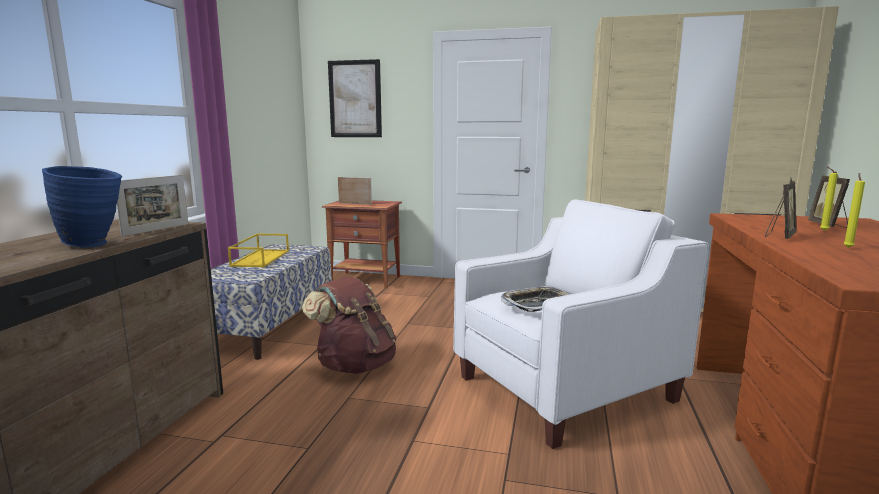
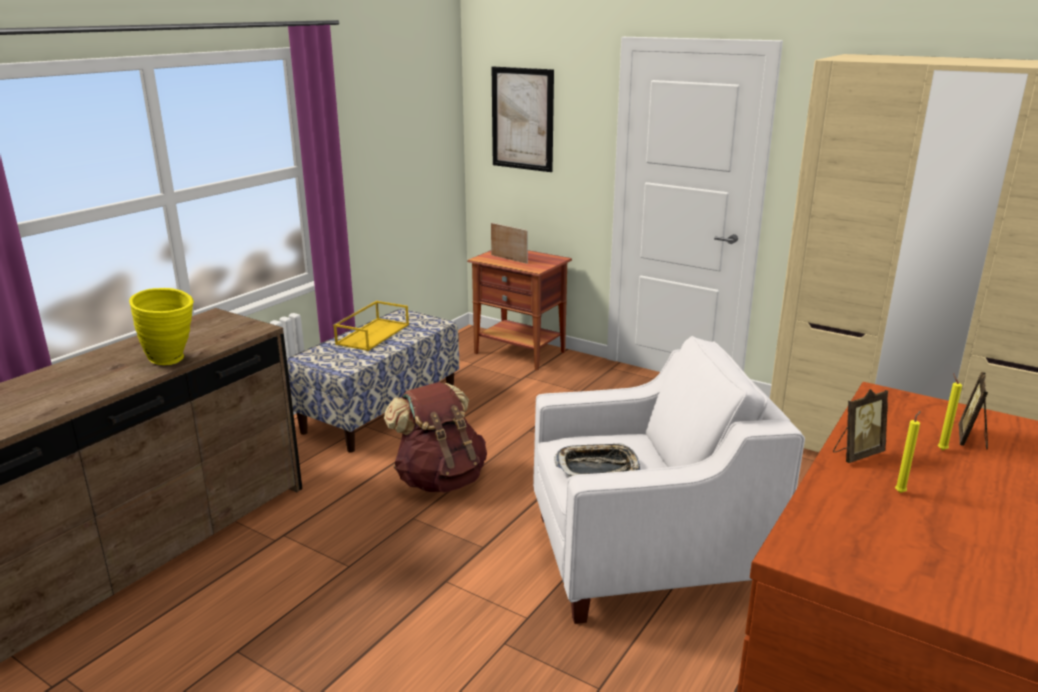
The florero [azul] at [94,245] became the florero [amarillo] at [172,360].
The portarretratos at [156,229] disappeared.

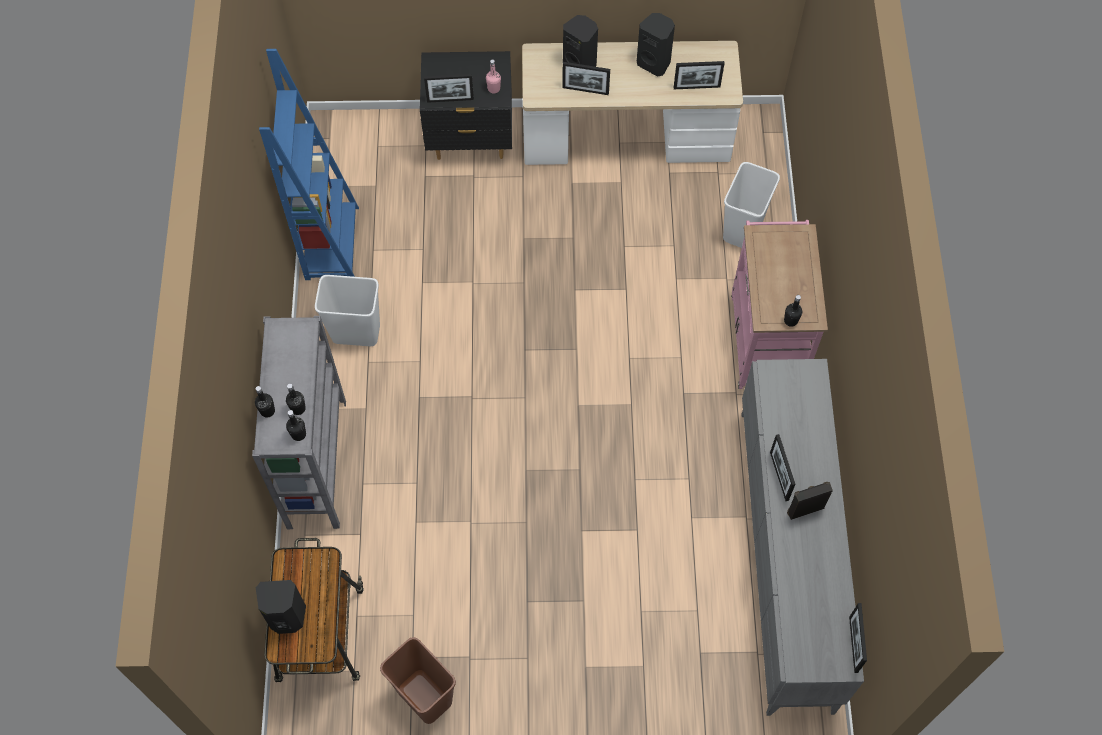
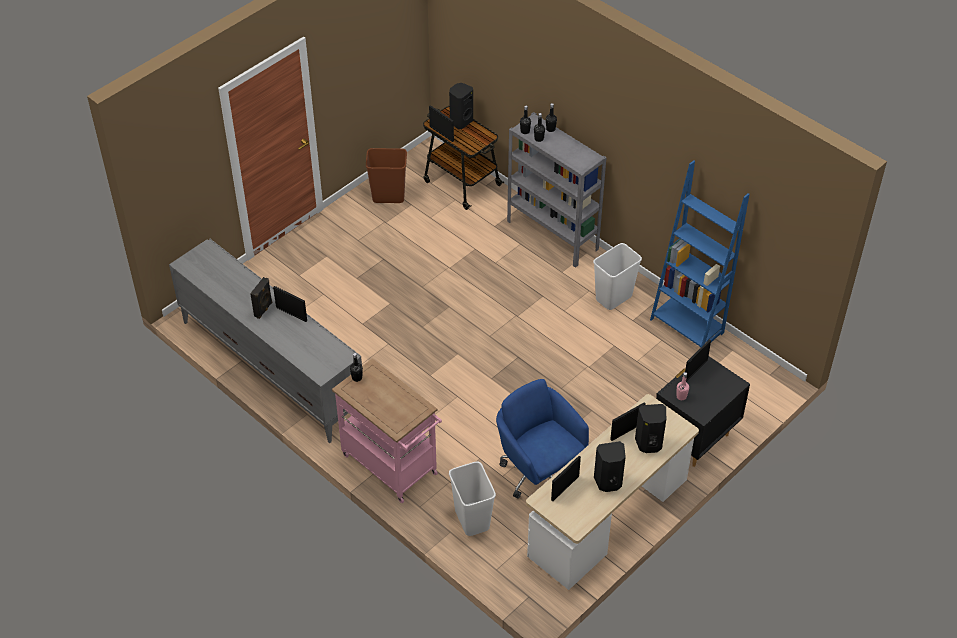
The portarretratos moved from [853,644] to [441,133].
The silla de oficina [azul] at [539,475] appeared.

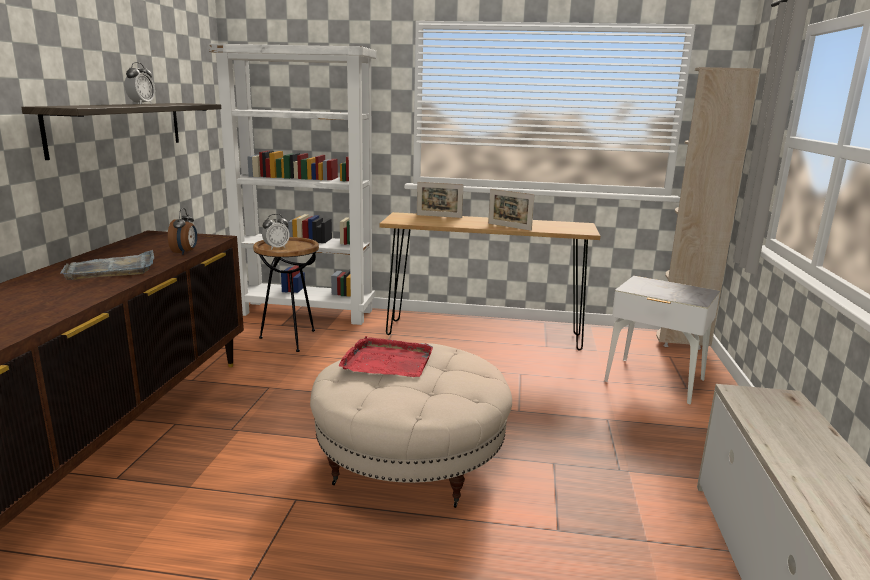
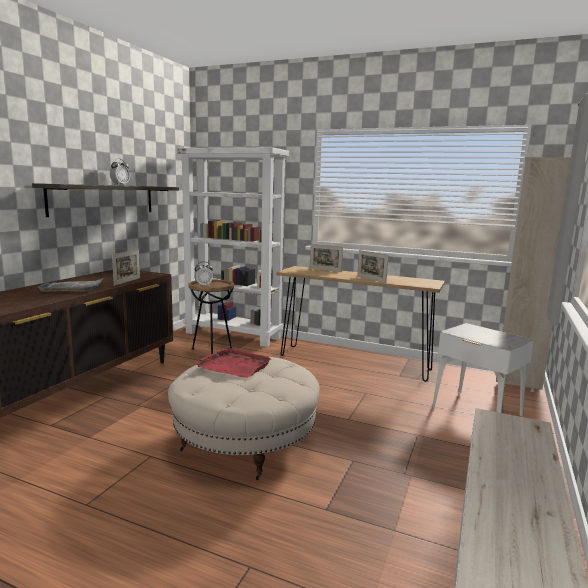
The despertador at [185,252] was replaced by the portarretratos at [127,281].

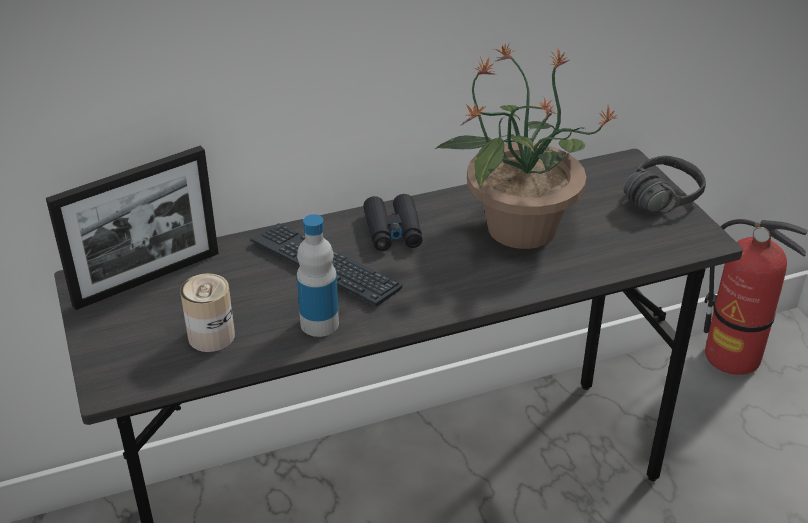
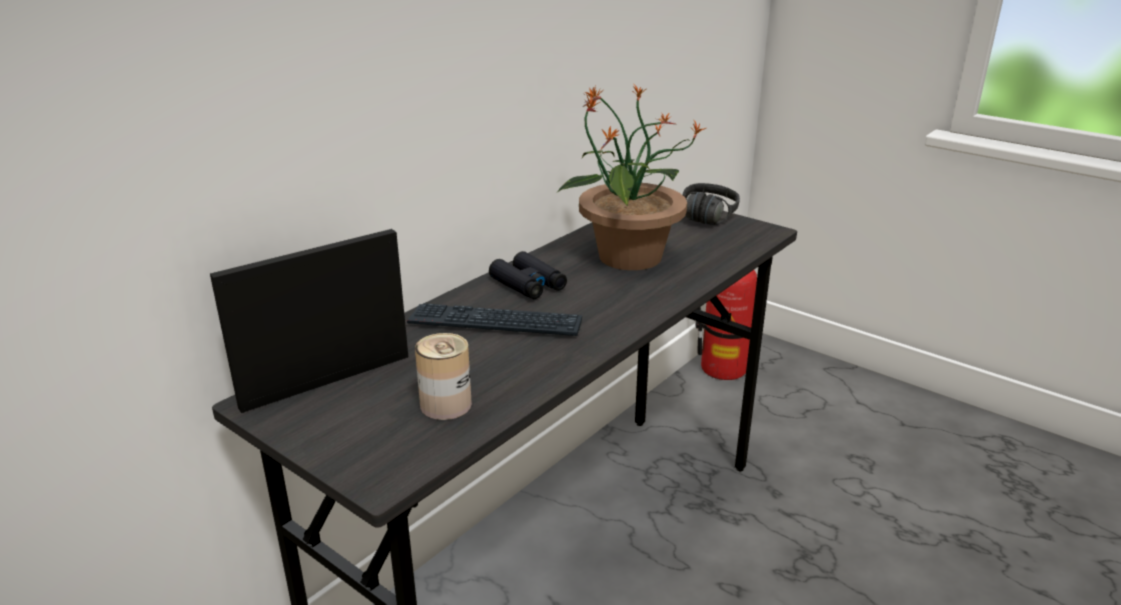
The portarretratos at [147,278] turned 150 degrees counterclockwise.
The botella at [319,323] disappeared.

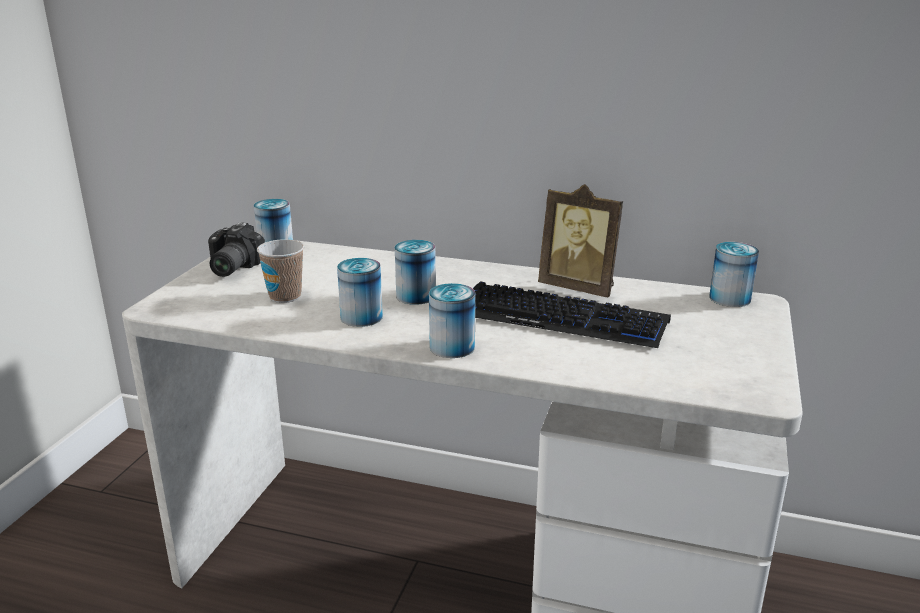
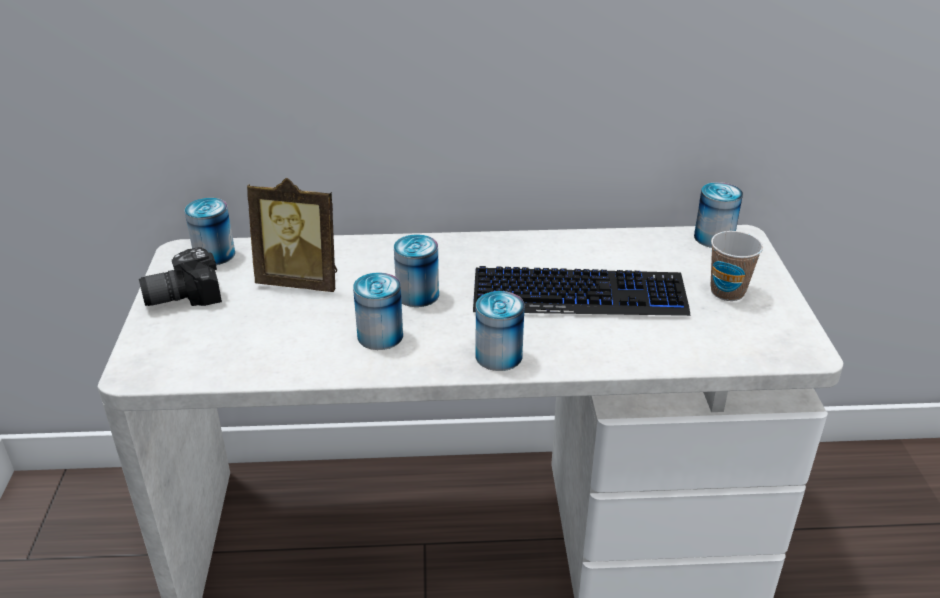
The cámara at [230,268] turned 75 degrees clockwise.
The taza moved from [285,296] to [727,292].
The portarretratos moved from [579,288] to [301,281].

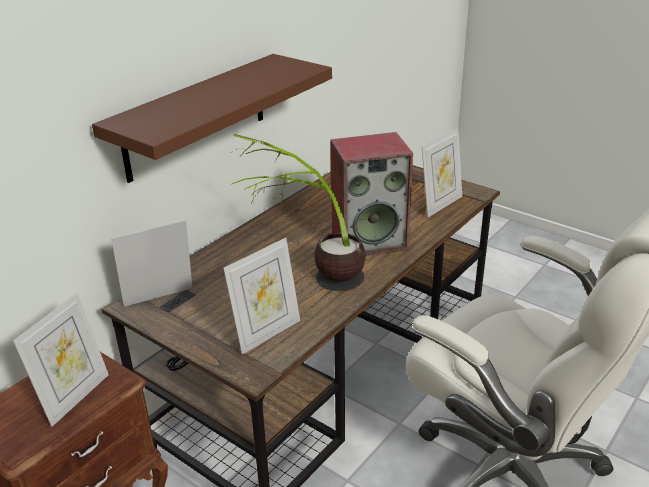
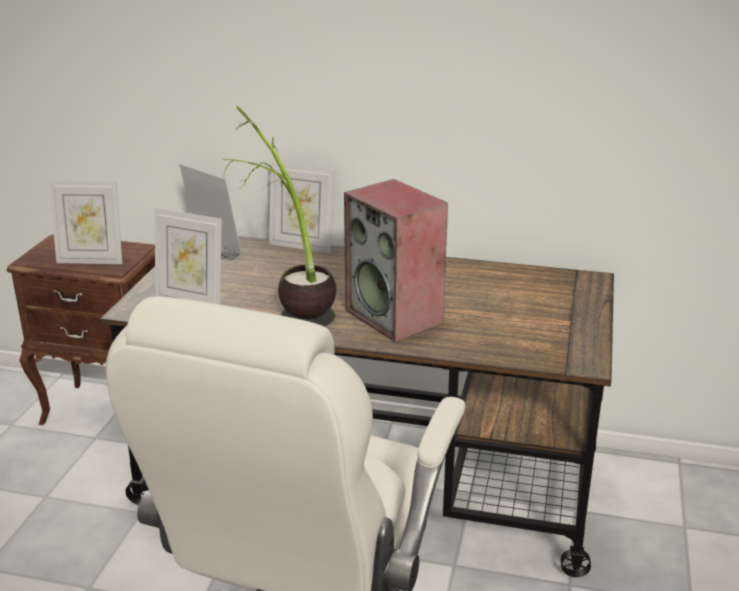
The estante [marrón] at [196,117] disappeared.
The portarretratos moved from [440,204] to [302,246].

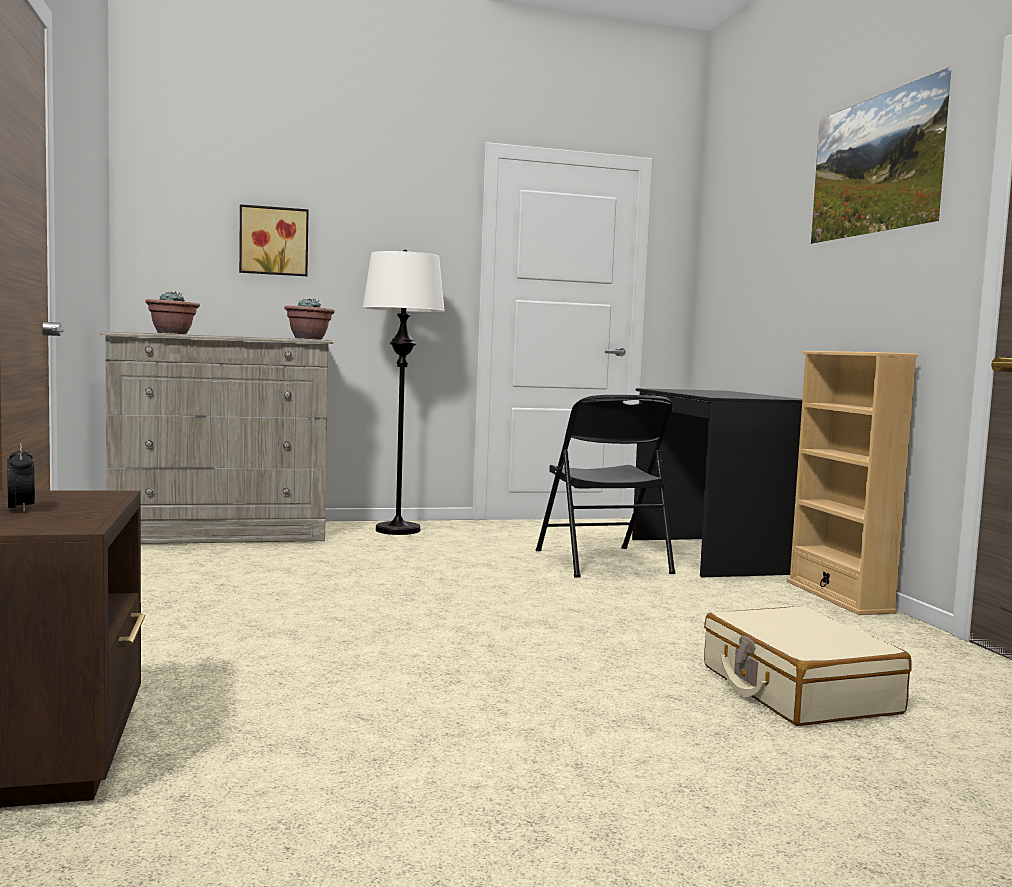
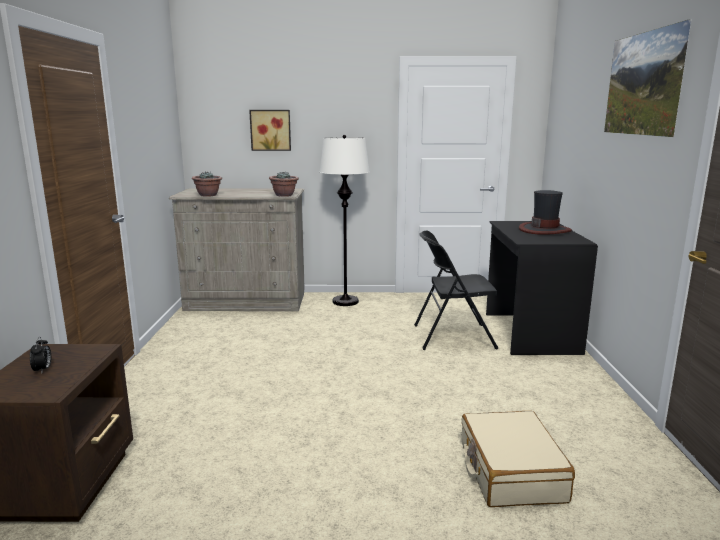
The silla [negro] at [601,562] turned 90 degrees clockwise.
The estantería [beis] at [838,596] disappeared.
The sombrero at [544,230] appeared.

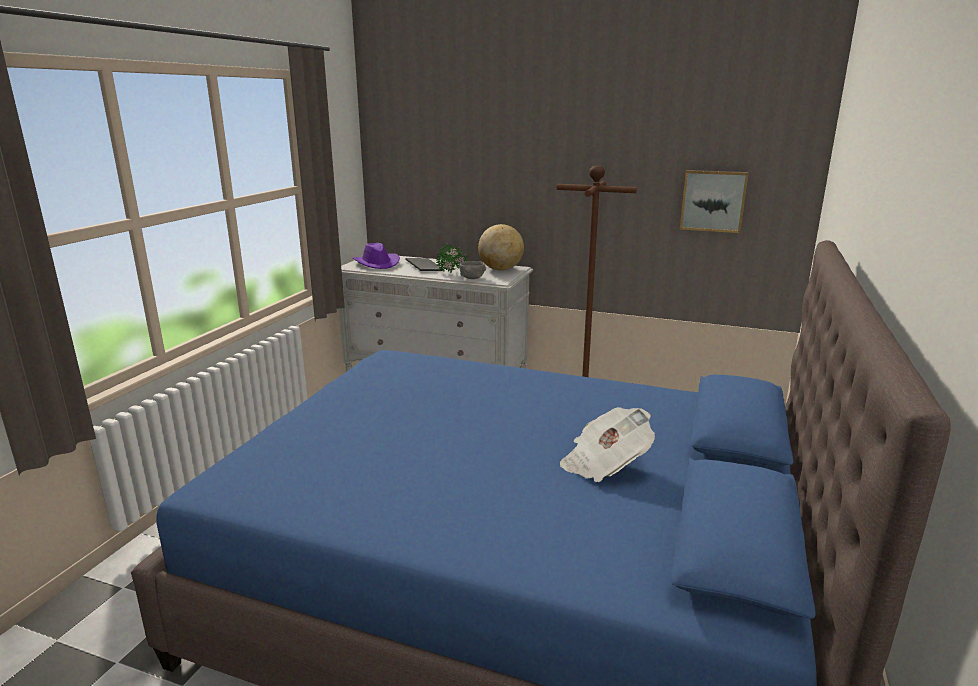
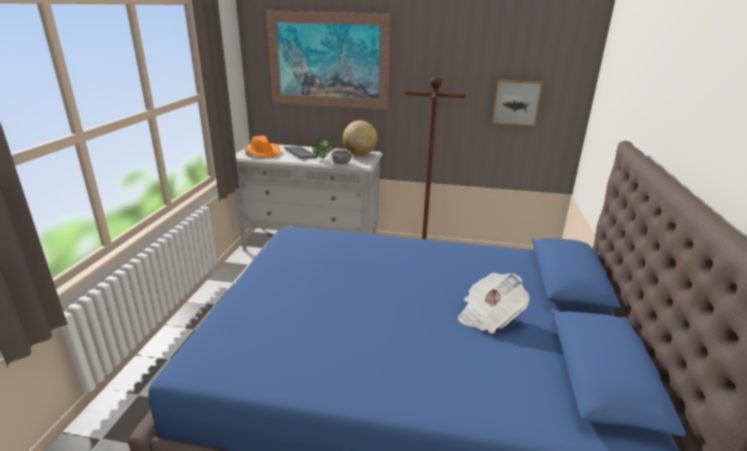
The sombrero [morado] at [377,263] became the sombrero [naranja] at [262,152].
The cuadro at [328,61] appeared.

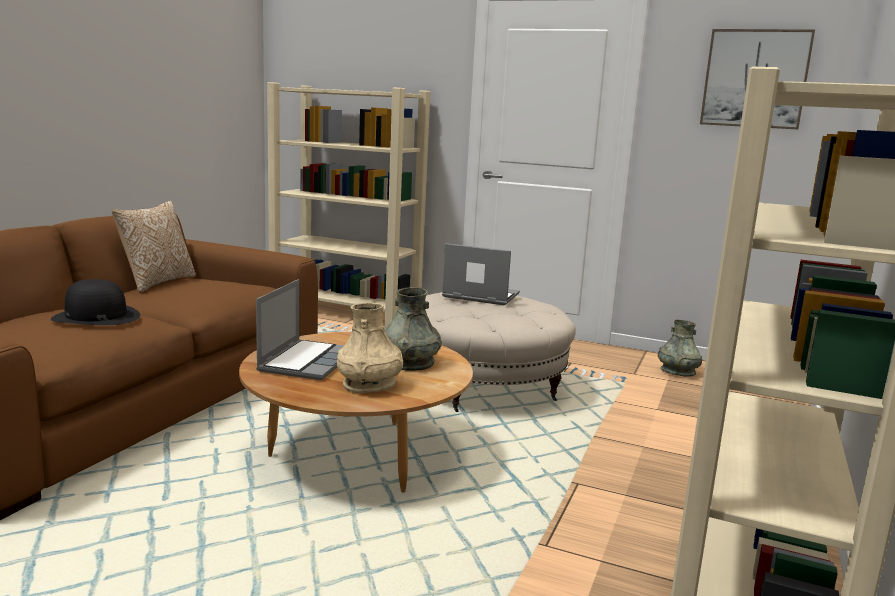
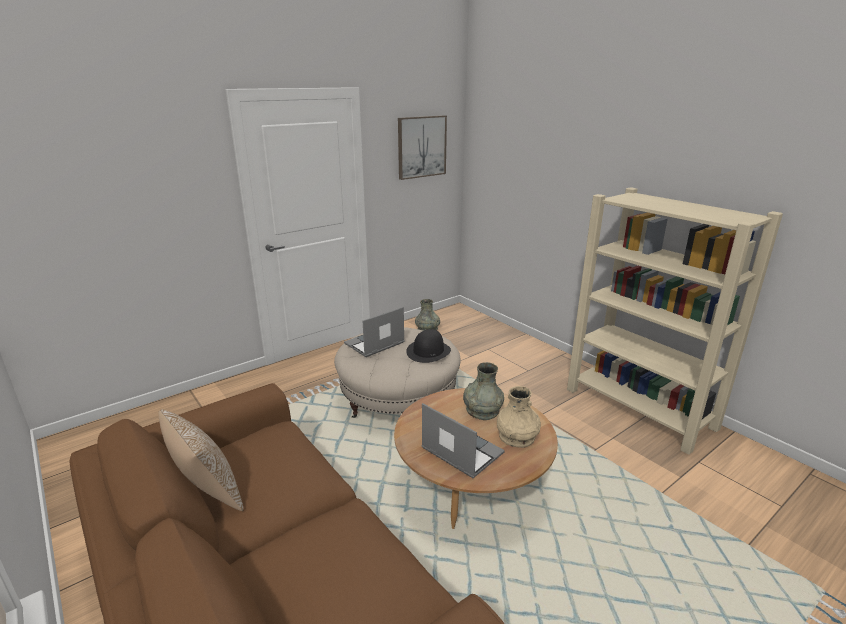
The sombrero [negro] moved from [96,317] to [428,351].
The estantería [beis] at [345,310] disappeared.

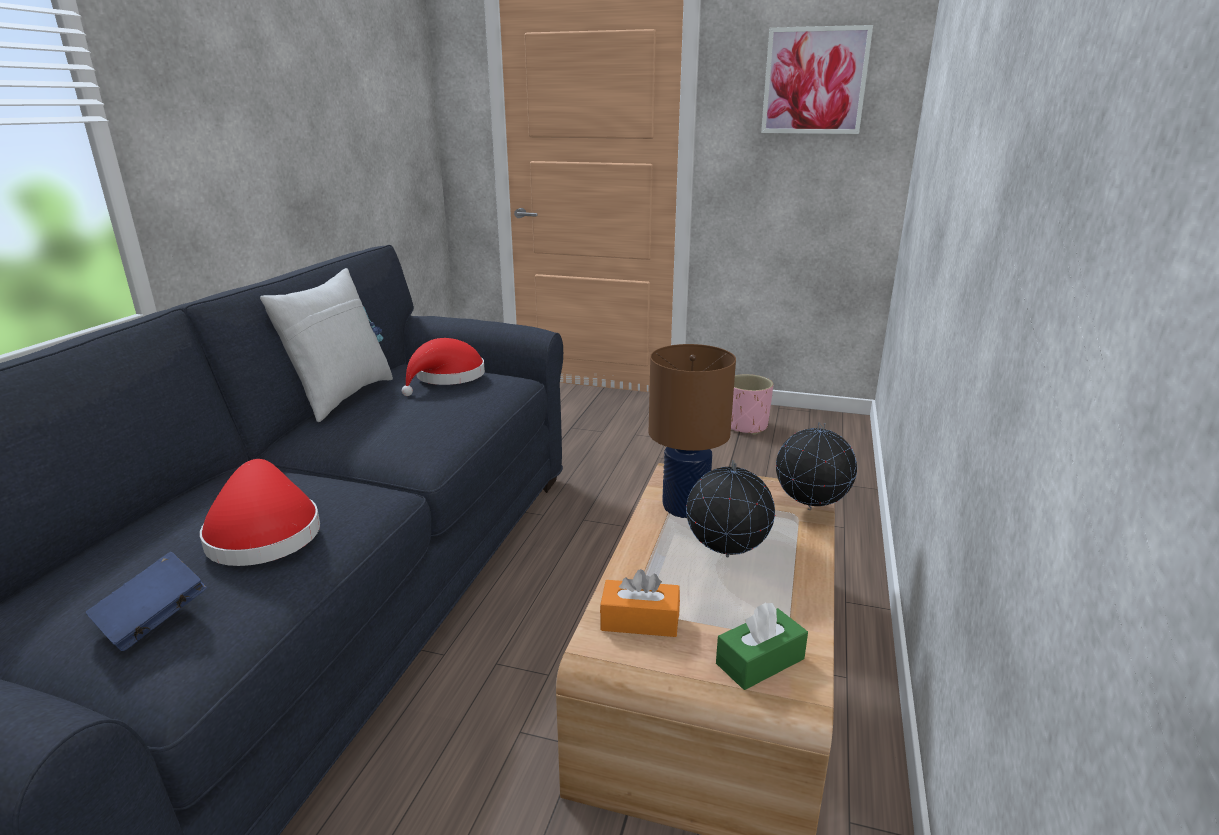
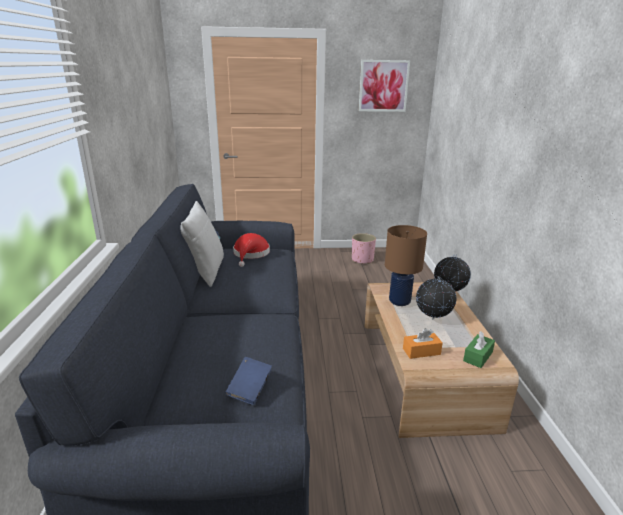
The sombrero [rojo] at [263,533] disappeared.

